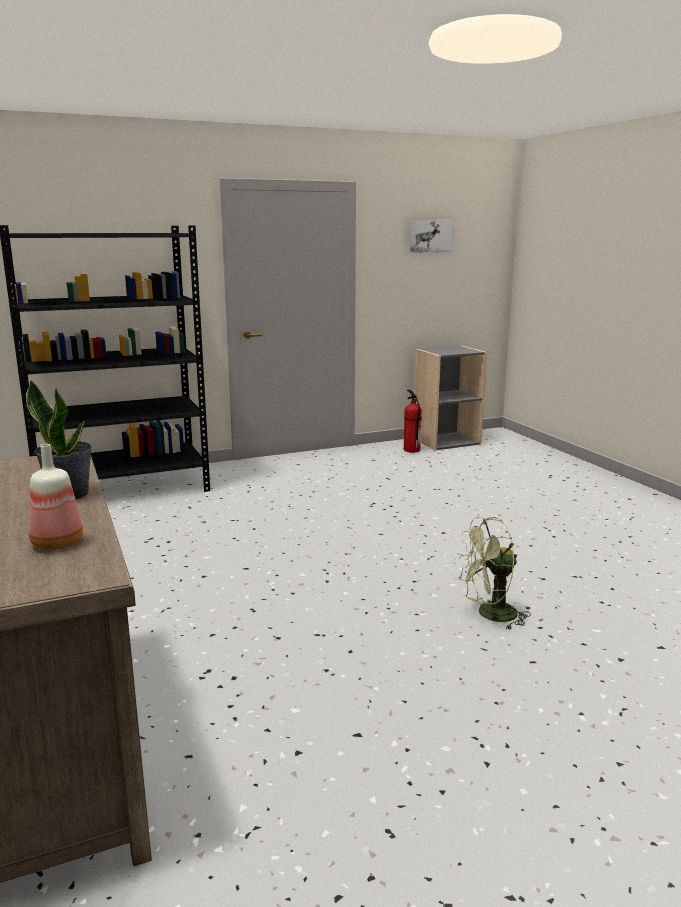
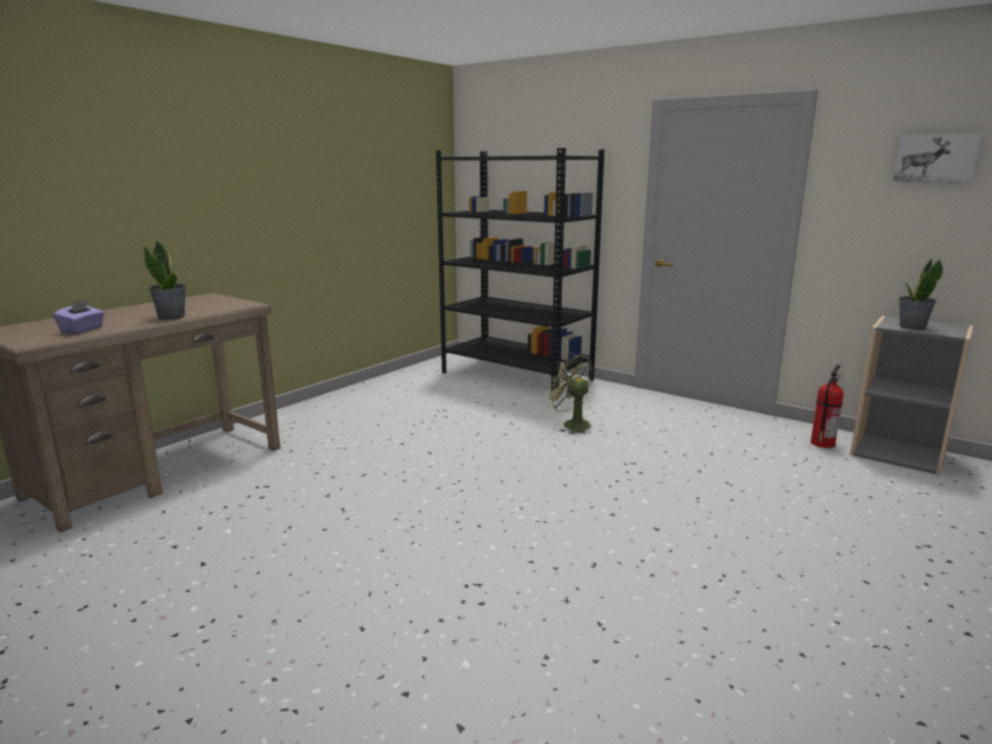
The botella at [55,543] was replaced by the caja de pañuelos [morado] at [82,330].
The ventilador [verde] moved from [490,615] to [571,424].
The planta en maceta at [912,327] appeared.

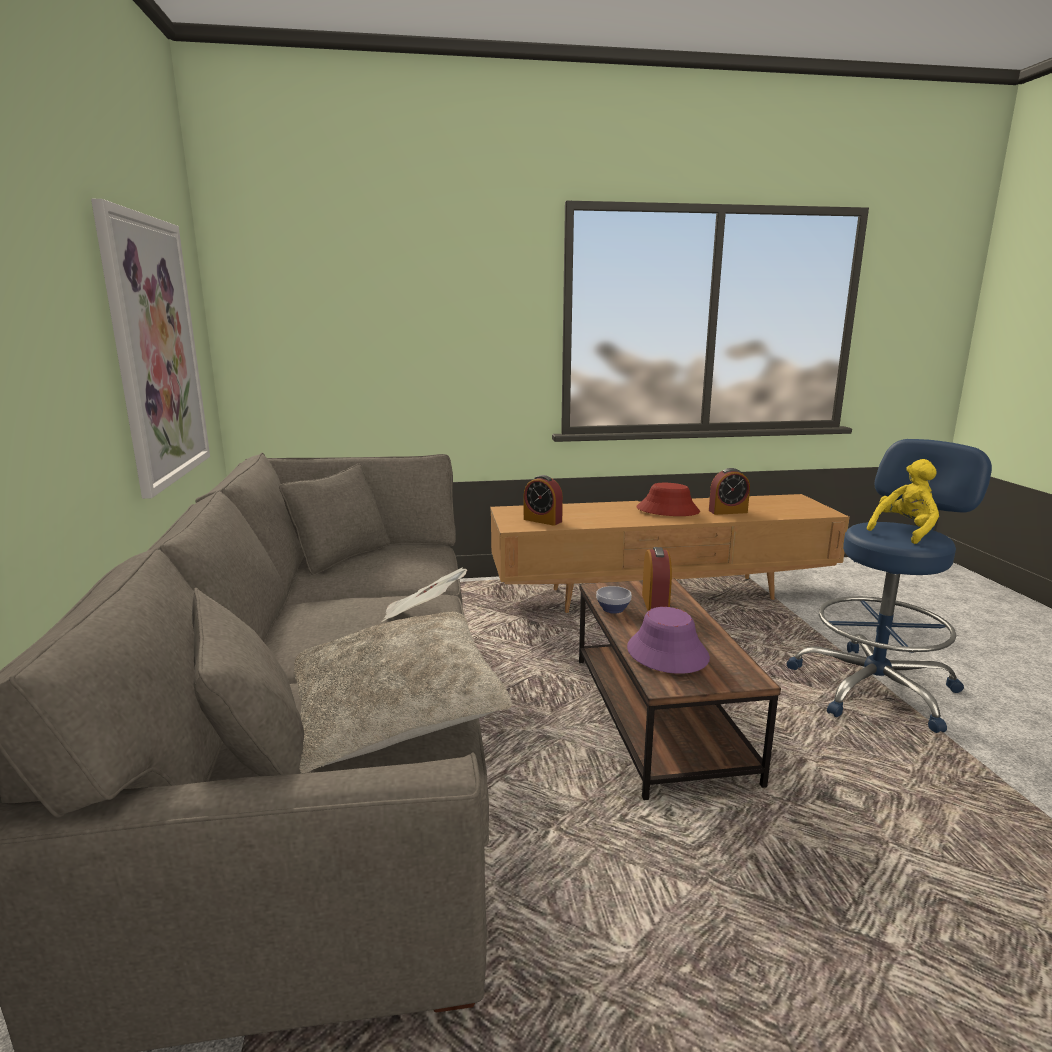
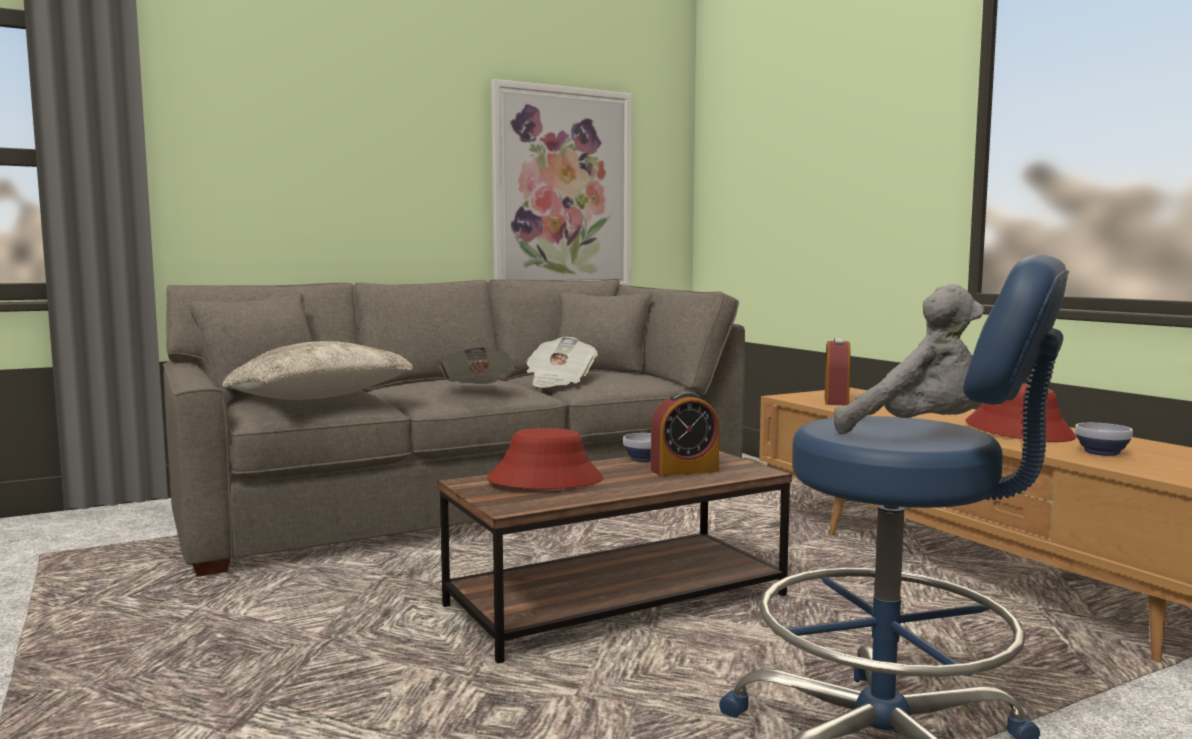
The sombrero [morado] at [666,653] became the sombrero [rojo] at [545,480].
The despertador at [728,511] was replaced by the cuenco at [1103,452].
The peluche [amarillo] at [904,531] became the peluche [gris] at [917,432].
The periódico at [559,382] appeared.

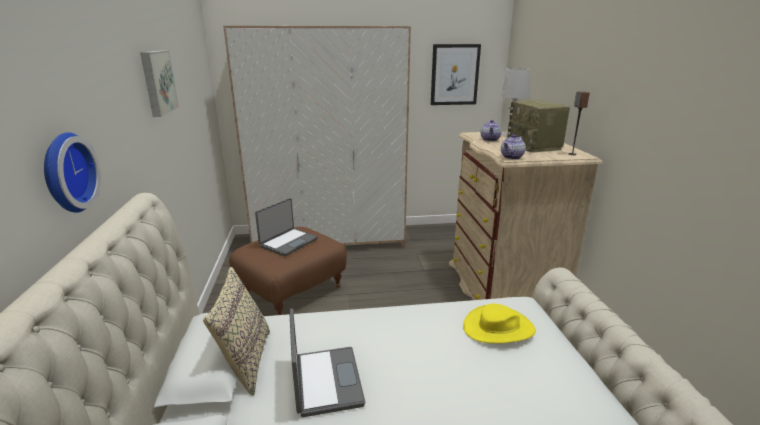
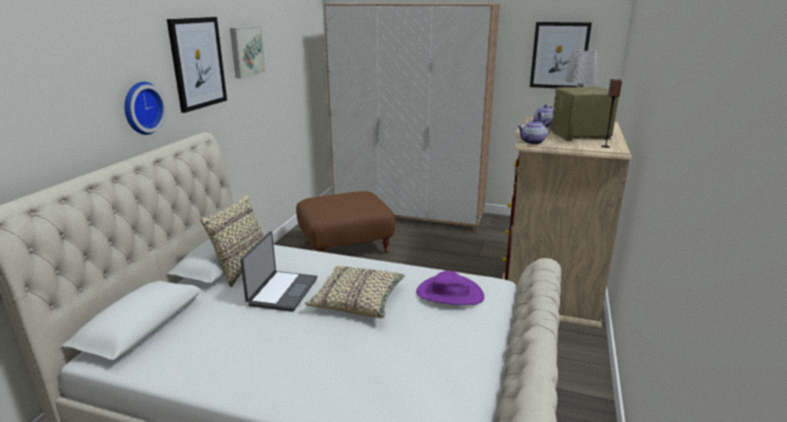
The portátil at [288,242] disappeared.
The sombrero [amarillo] at [498,328] became the sombrero [morado] at [449,294].
The radio at [534,146] turned 75 degrees clockwise.
The cuadro at [197,63] appeared.
The cojín [beis] at [357,300] appeared.

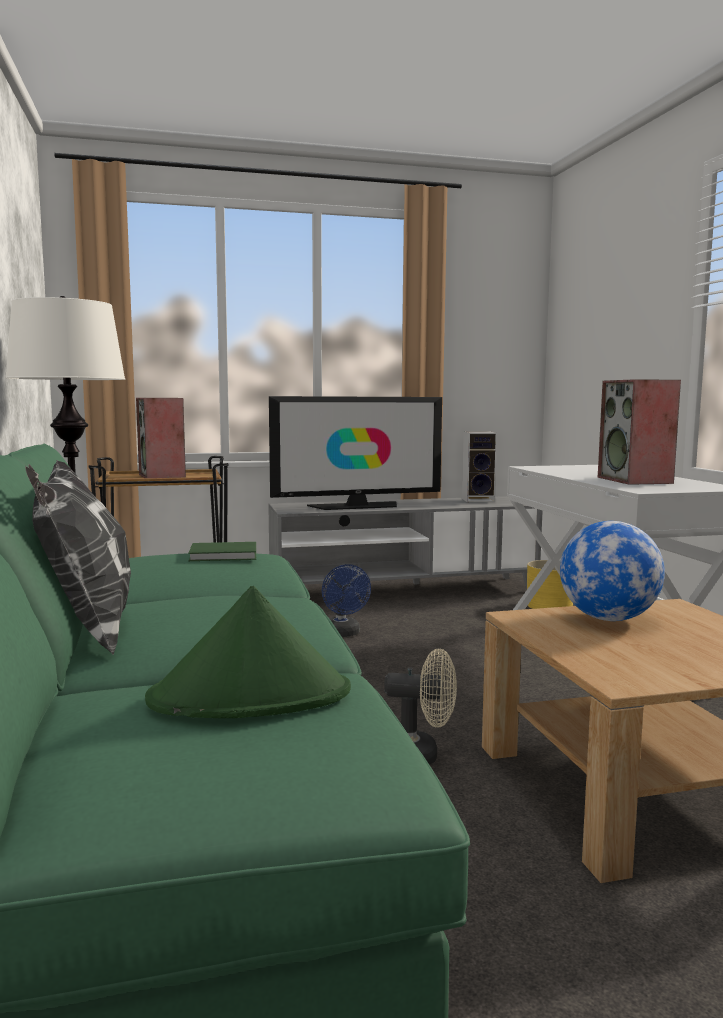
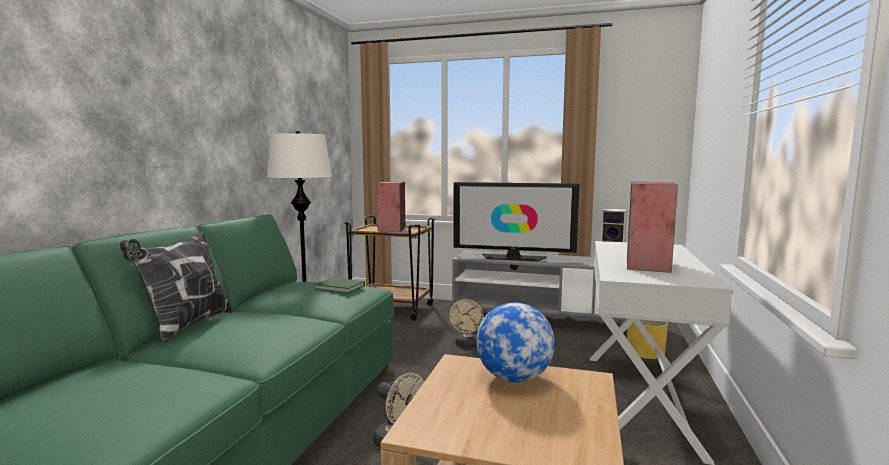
The sombrero [verde] at [251,696] disappeared.
The ventilador [azul] at [343,634] became the ventilador [beis] at [467,345].

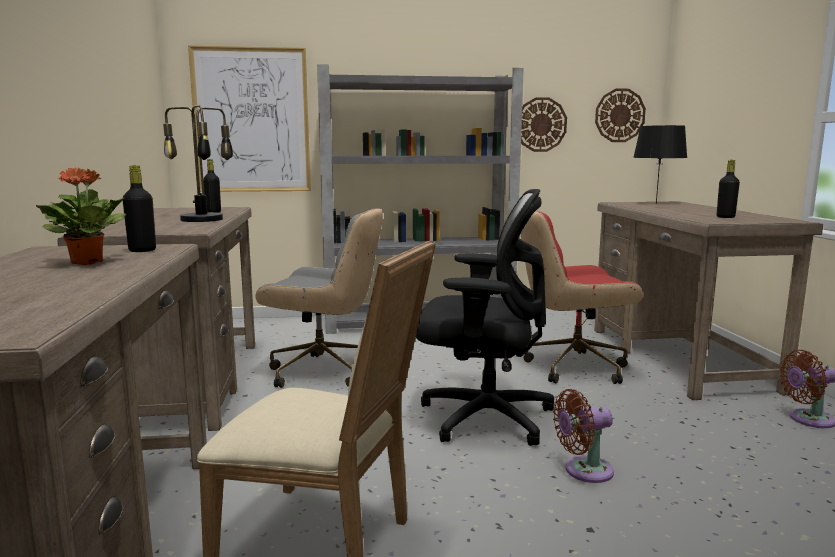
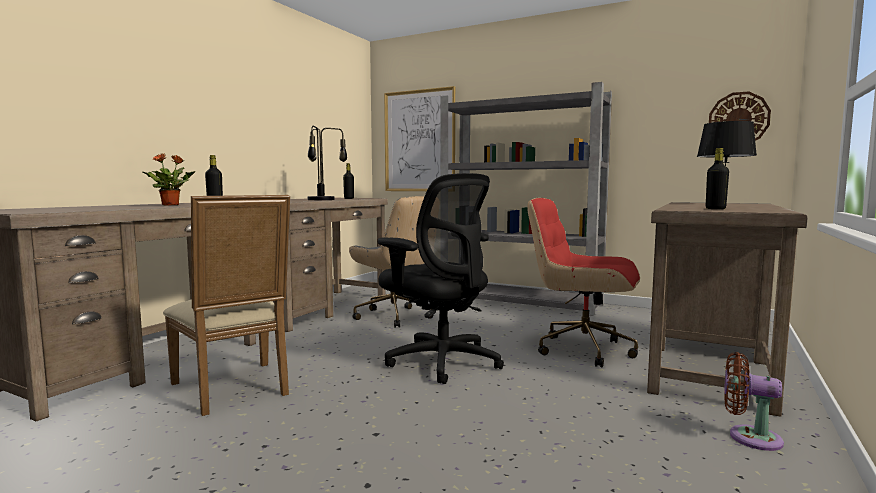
The reloj de pared at [540,124] disappeared.
The ventilador [marrón] at [583,471] disappeared.

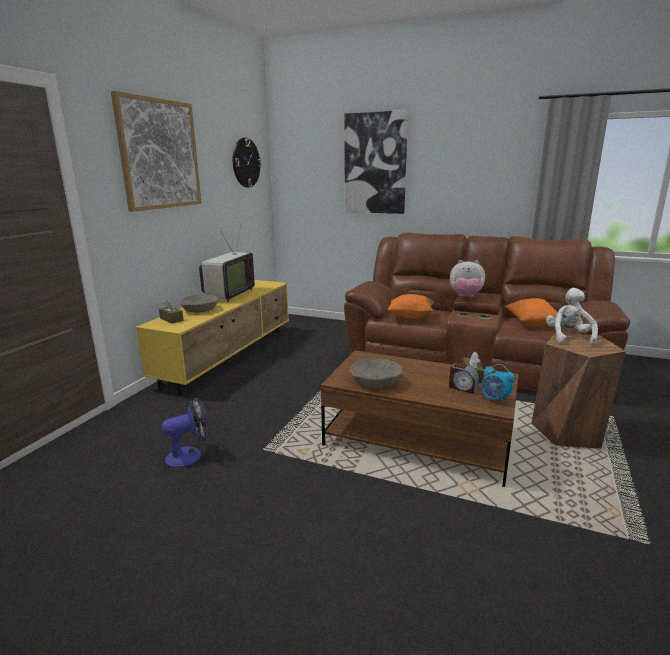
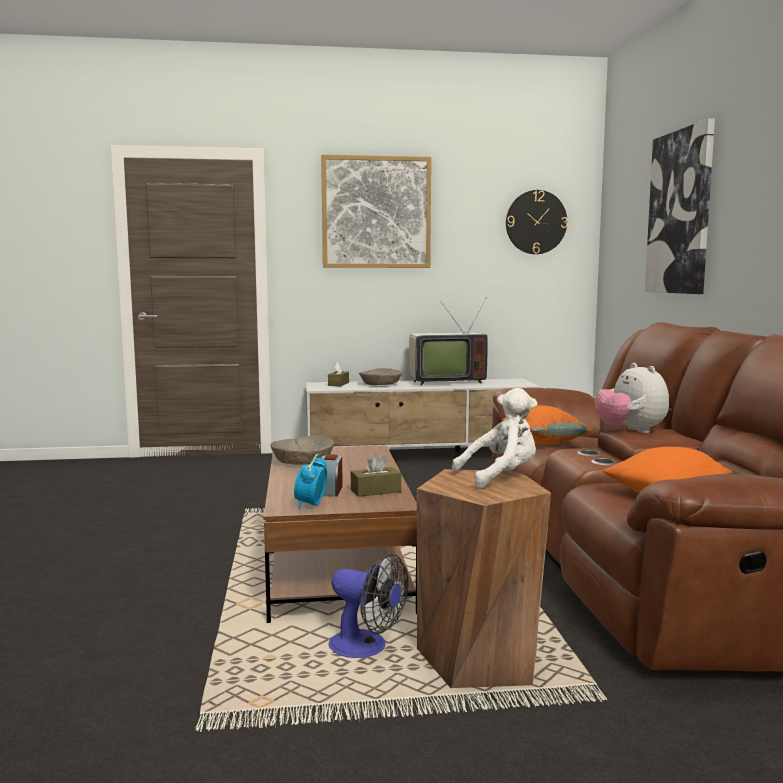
The mueble de televisión [amarillo] at [229,356] became the mueble de televisión [blanco] at [422,456].
The ventilador moved from [190,455] to [367,647].

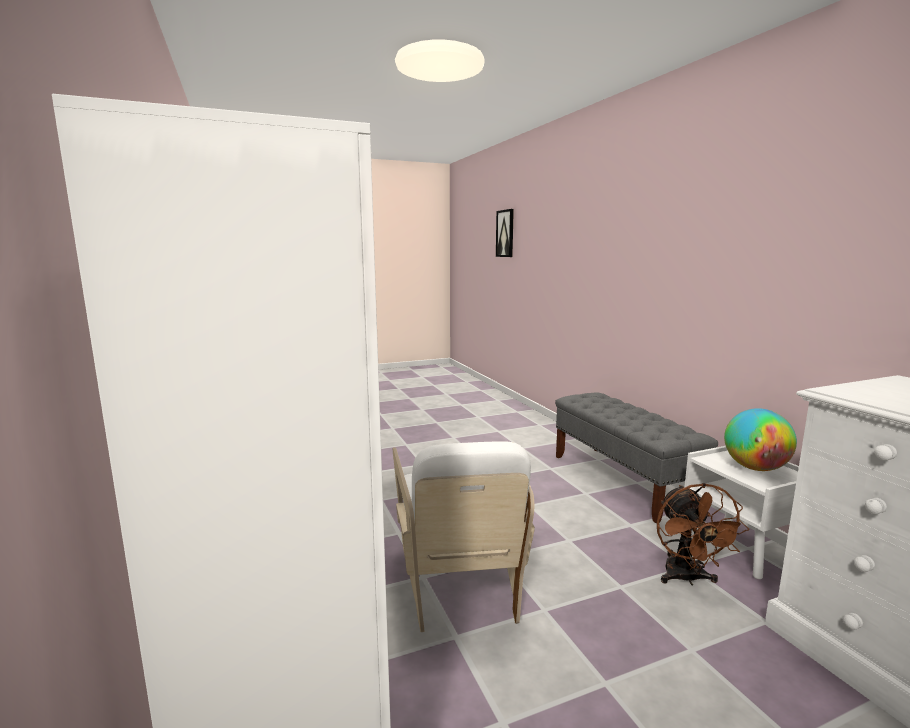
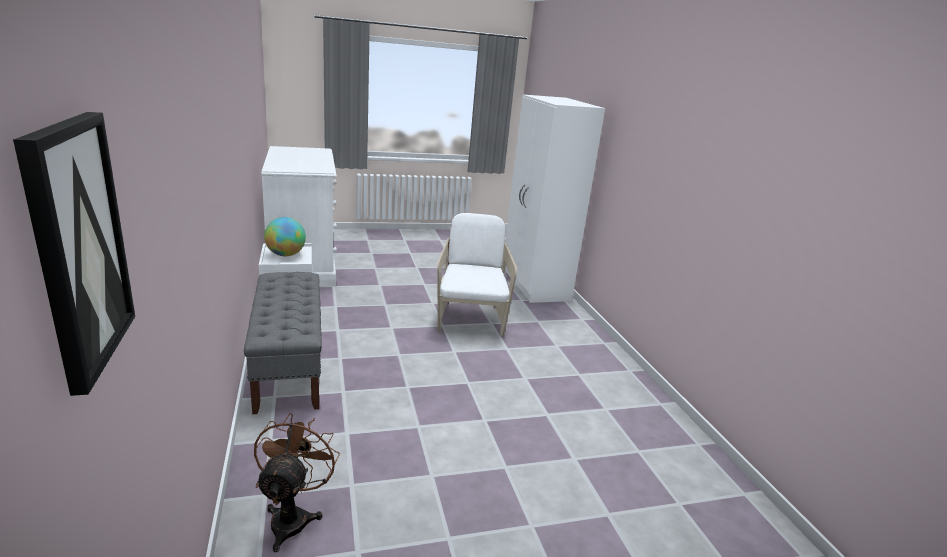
The ventilador [marrón] moved from [687,578] to [293,517].

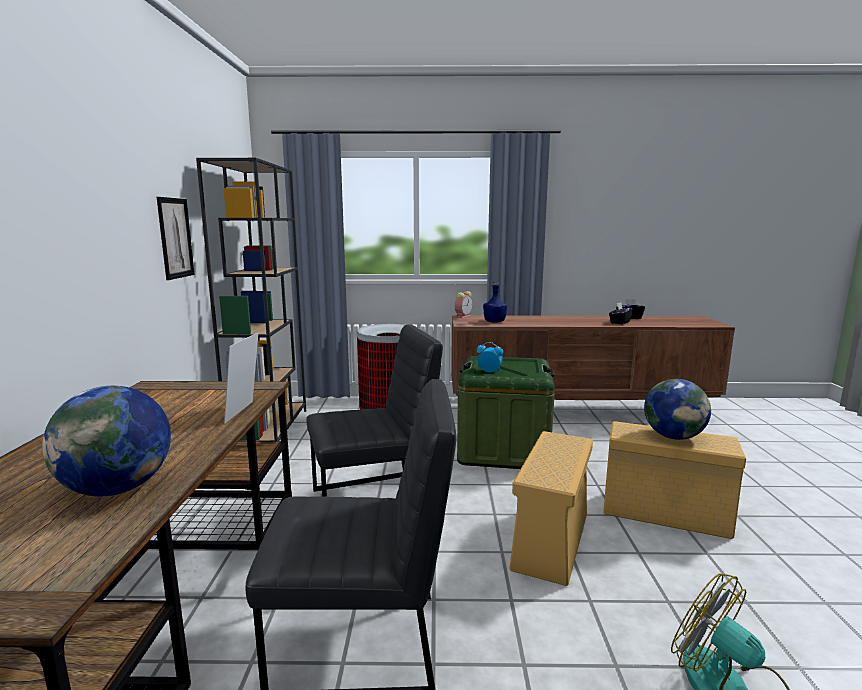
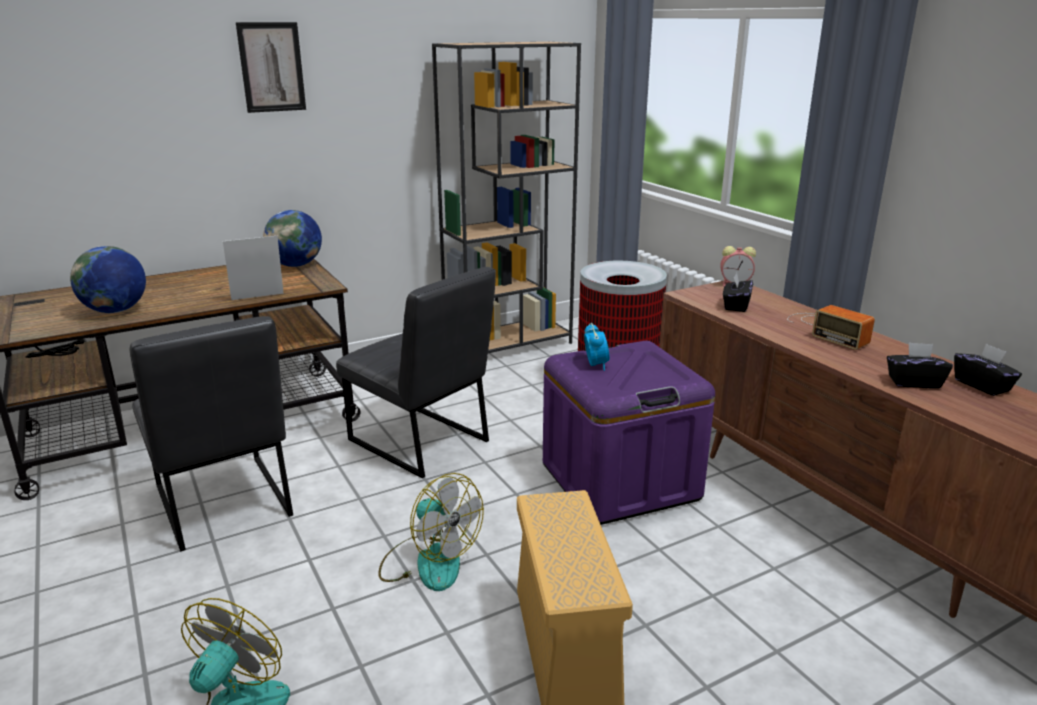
The cuadro moved from [175,238] to [271,67].
The caja de almacenaje [verde] at [503,449] became the caja de almacenaje [morado] at [620,481].
The botella [azul] at [495,321] was replaced by the caja de pañuelos [negro] at [736,306].
The caja de almacenaje [beis] at [551,539] was replaced by the ventilador at [429,562].
The globo terráqueo moved from [673,437] to [296,265].
The radio at [826,329] appeared.

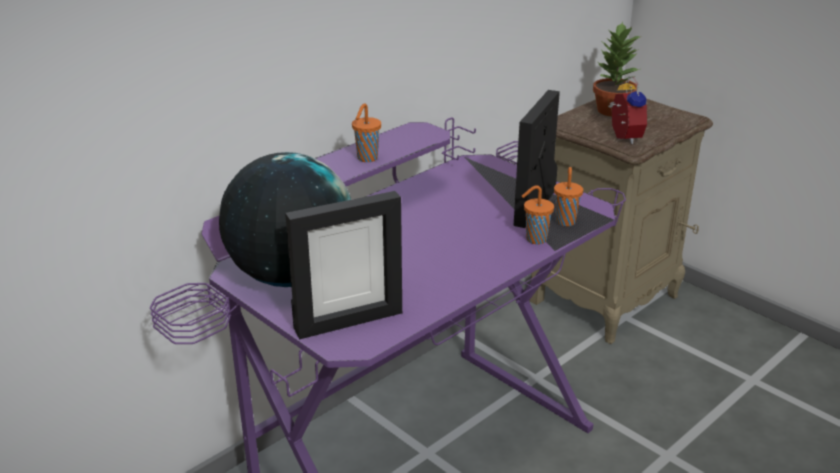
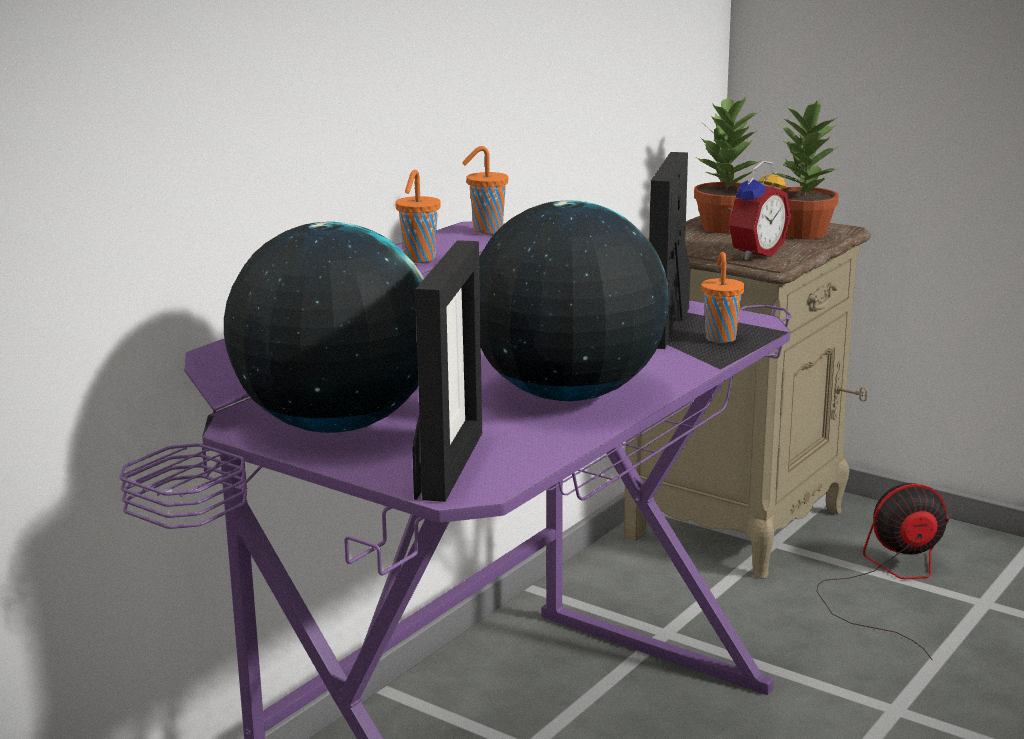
The portarretratos at [348,321] turned 45 degrees counterclockwise.
The taza [naranja] moved from [535,239] to [486,231].
The despertador at [622,138] turned 60 degrees clockwise.
The globo terráqueo at [566,394] appeared.
The planta en maceta at [801,233] appeared.
The ventilador at [890,582] appeared.

